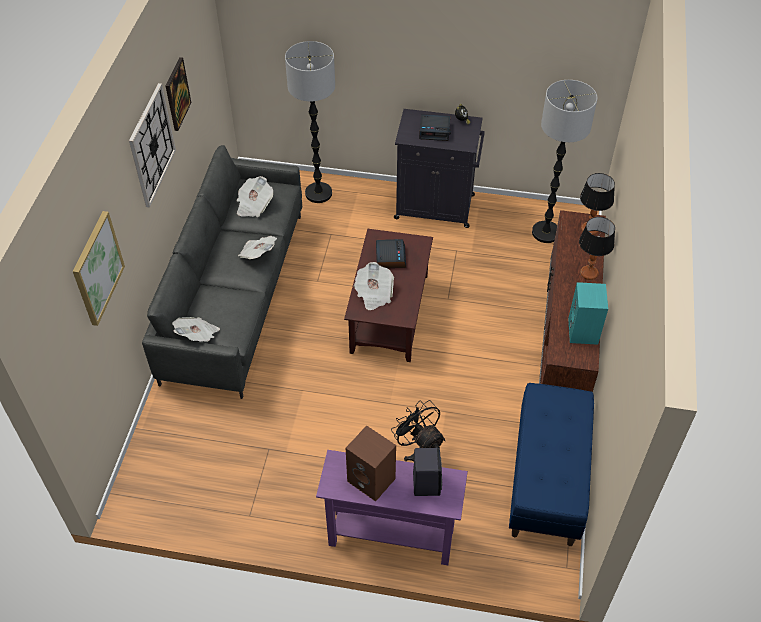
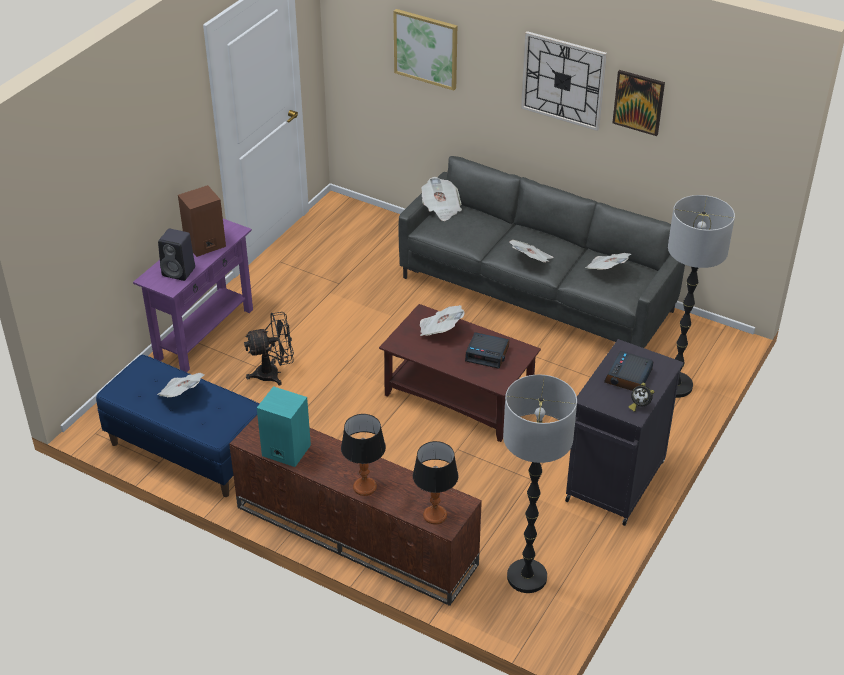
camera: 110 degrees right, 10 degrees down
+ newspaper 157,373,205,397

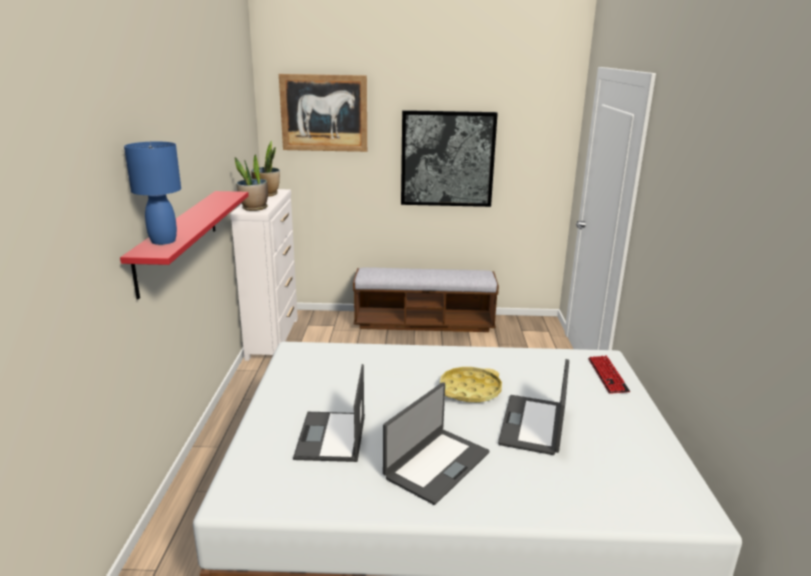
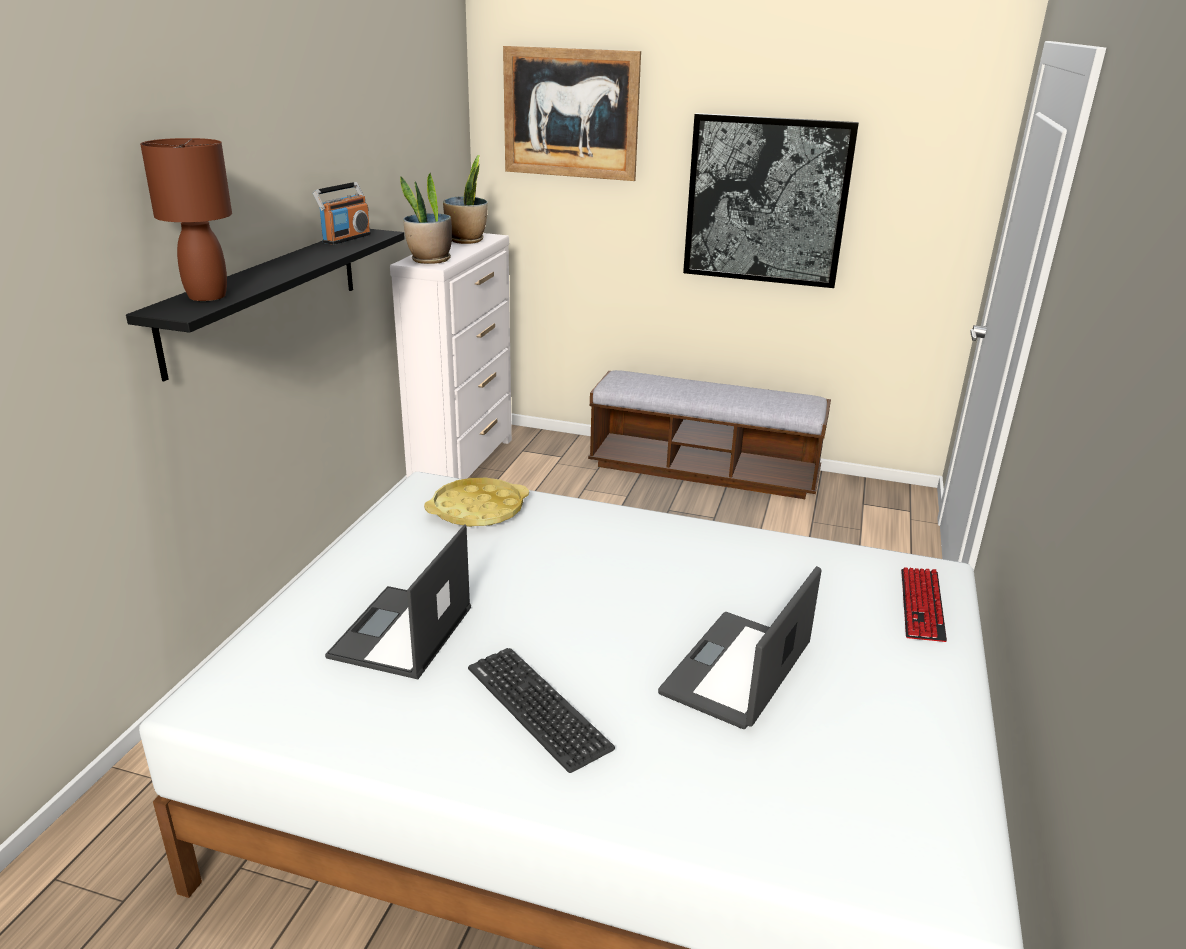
camera: 15 degrees right, 5 degrees up
+ radio 313,182,371,245
~ yellow tray 440,367,502,403 to 424,478,529,527
~ laptop 383,382,489,505 to keyboard 468,648,615,773
~ red shelf 120,191,249,300 to black shelf 126,229,405,381
~ blue table lamp 124,142,181,245 to brown table lamp 140,138,232,301

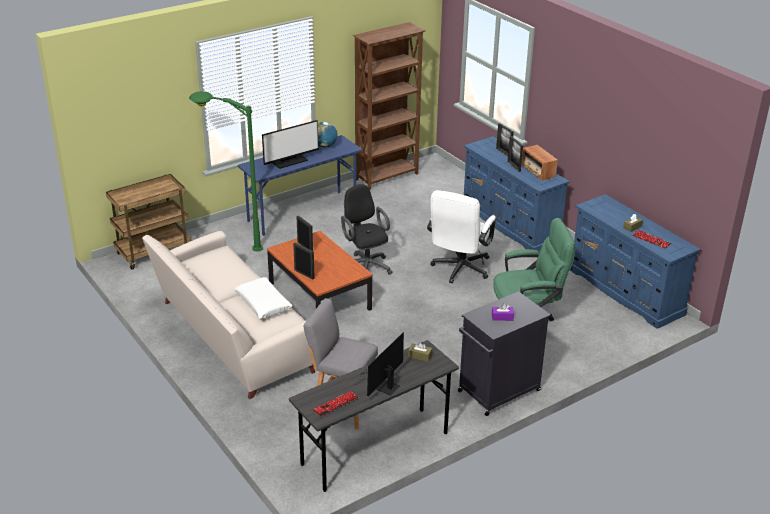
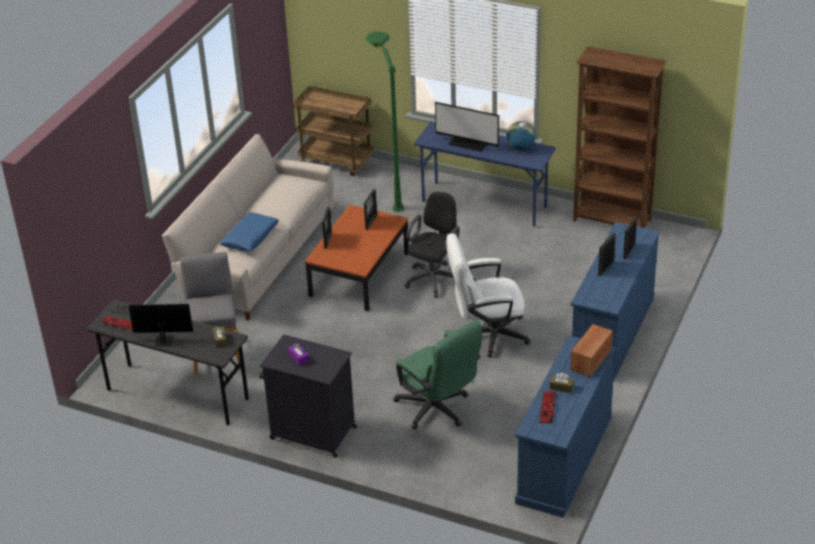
camera: 60 degrees right, 5 degrees up
~ radio 522,145,558,181 to 571,324,613,377
~ white pillow 234,277,293,319 to blue pillow 220,213,279,252

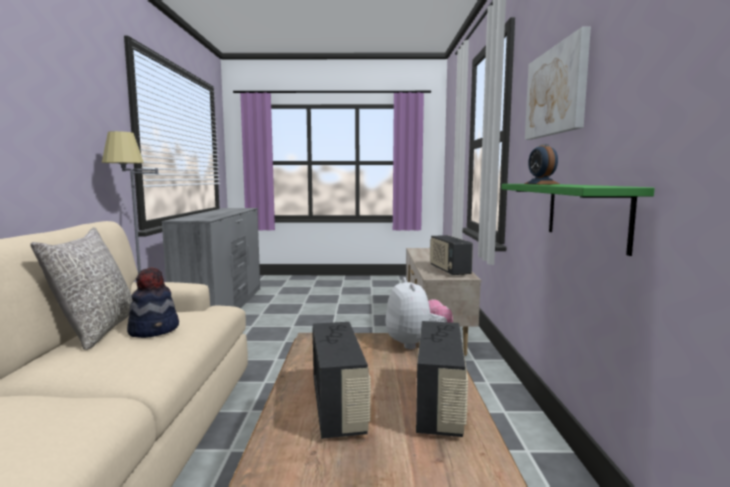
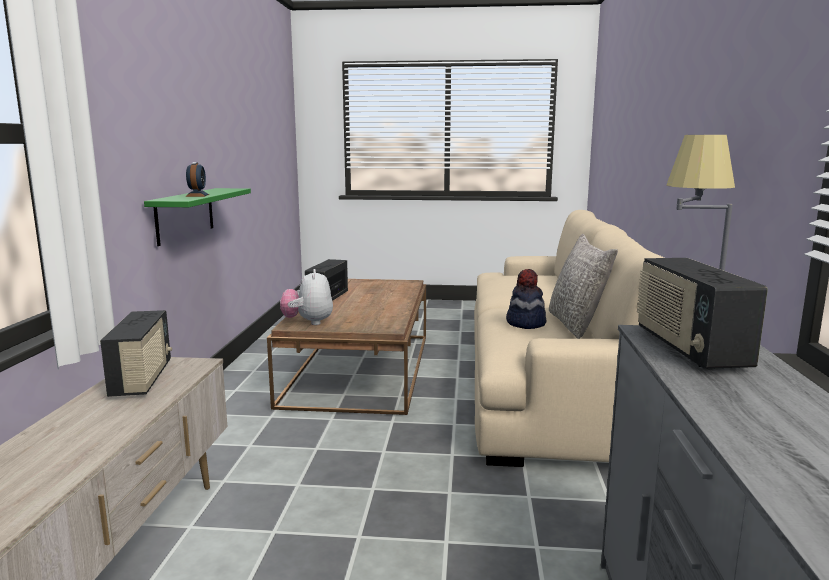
camera: 175 degrees left, 5 degrees up
- picture 525,27,591,140
~ radio 313,322,371,439 to 637,258,768,369

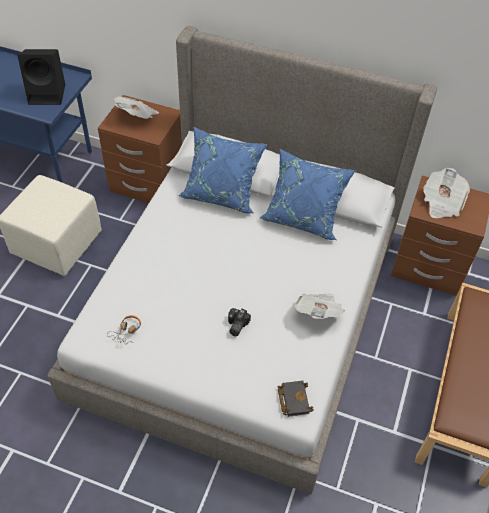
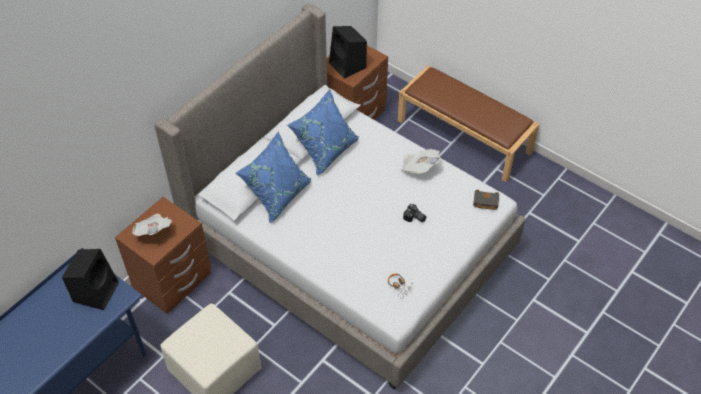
camera: 70 degrees left, 0 degrees up
~ newspaper 423,168,470,218 to black speaker 329,26,367,79

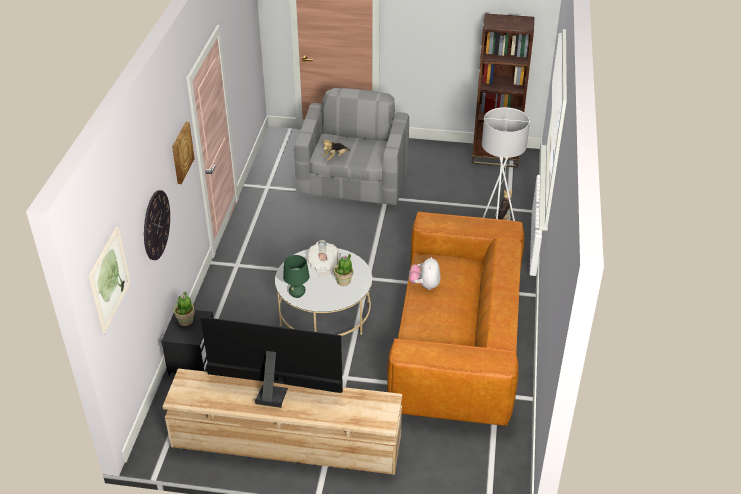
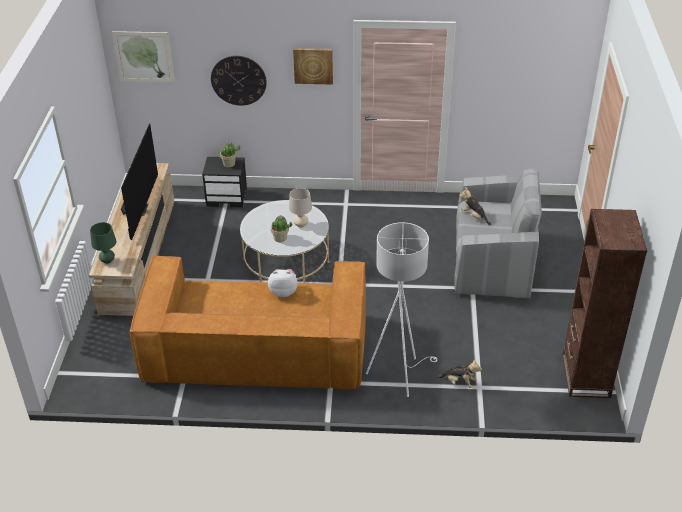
camera: 85 degrees right, 0 degrees up
~ green table lamp 283,255,309,298 to 90,222,116,264
~ newspaper 308,240,339,277 to beige table lamp 289,188,312,228

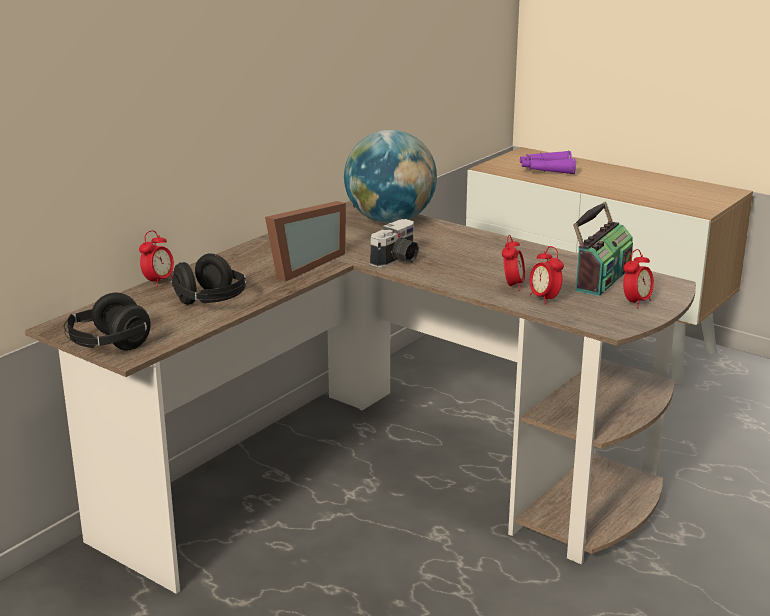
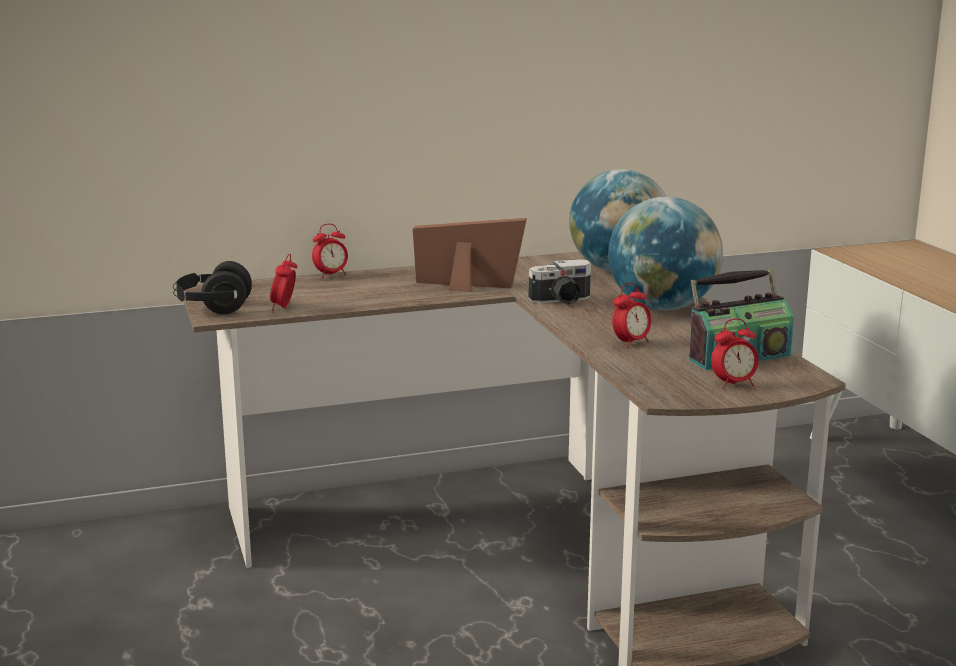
camera: 35 degrees right, 5 degrees down
- black headphones 170,253,246,305
- purple binoculars 520,151,576,174
+ globe 608,196,723,310
~ alarm clock 529,246,564,305 to 270,254,297,311
~ picture frame 265,201,346,282 = 413,218,527,292 150 degrees counterclockwise

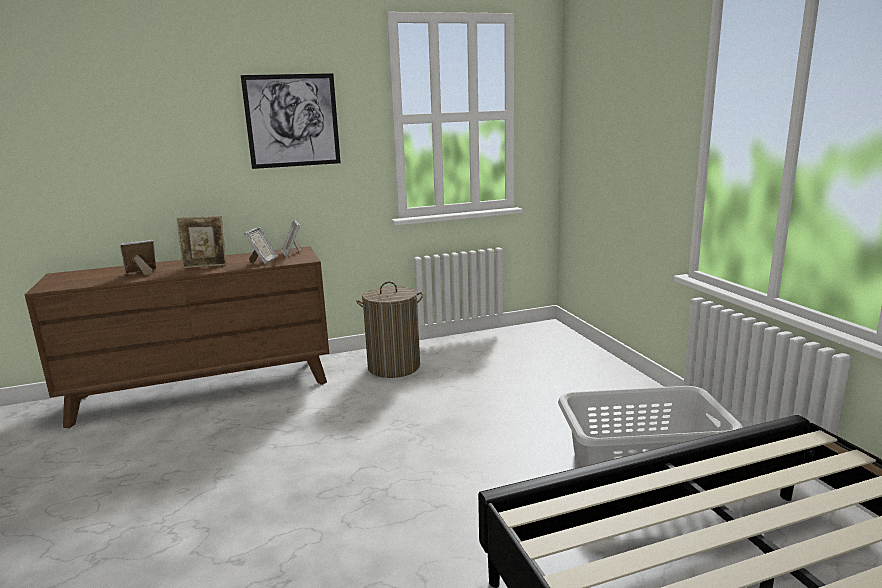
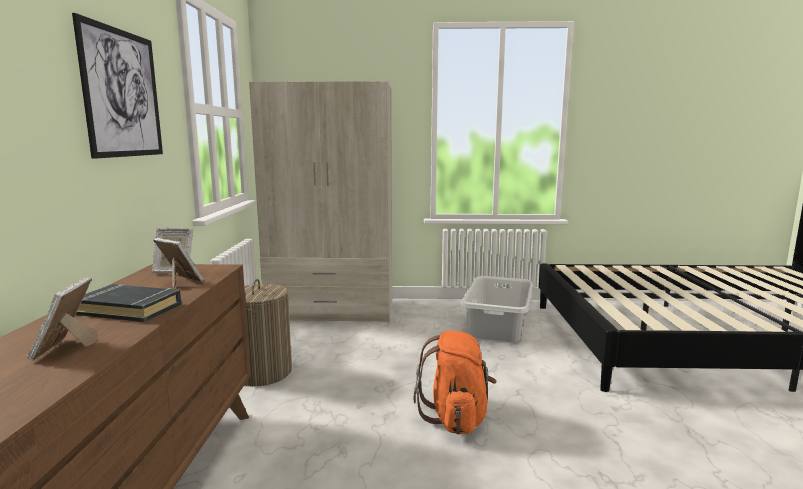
camera: 70 degrees left, 5 degrees down
+ beige wardrobe 249,81,392,322
+ orange backpack 414,331,497,435
~ picture frame 176,216,227,268 to black book 76,284,181,322

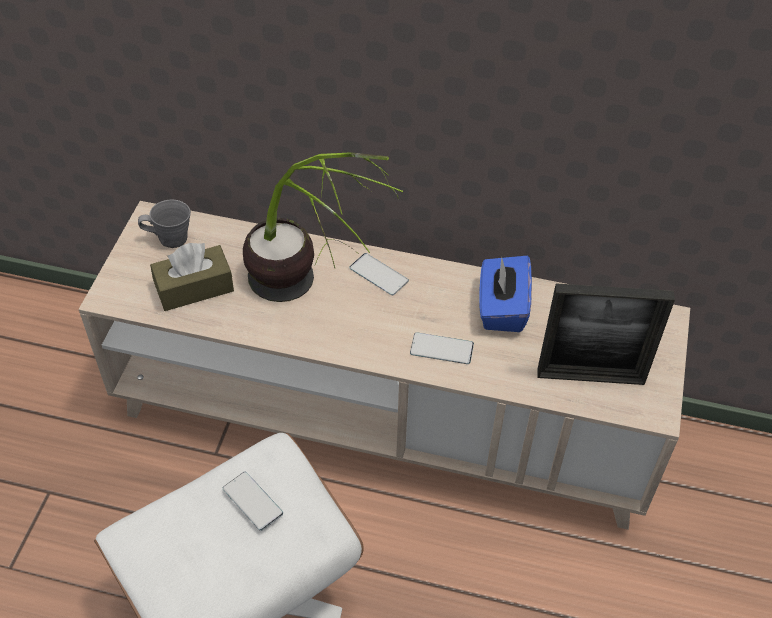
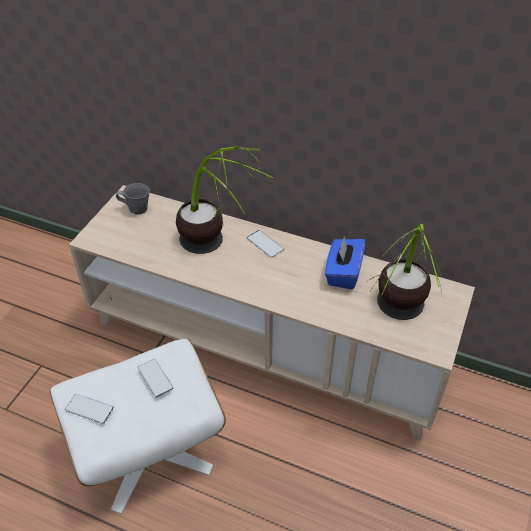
camera: 10 degrees right, 5 degrees down
- brown tissue box 150,242,234,311
~ phone 410,332,474,364 to 65,394,114,424
~ picture frame 537,283,675,385 to potted plant 368,224,442,320

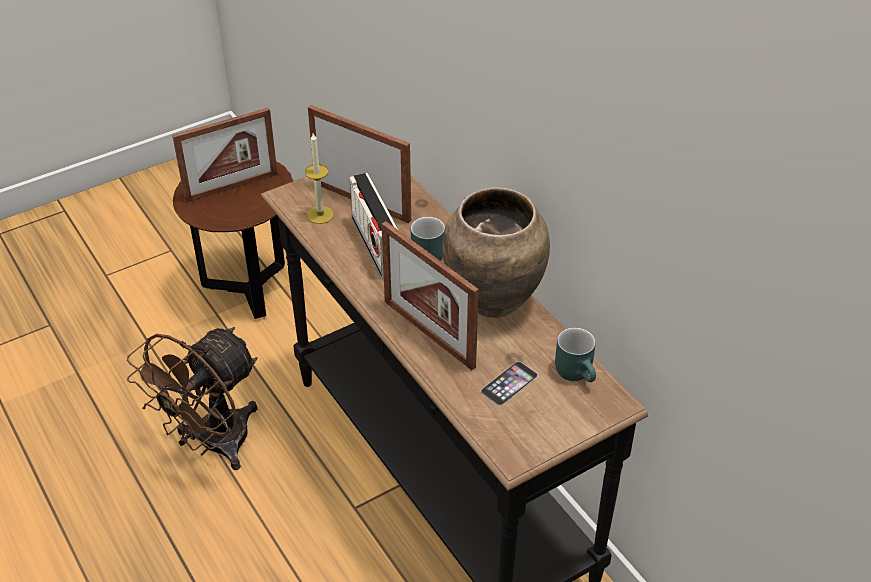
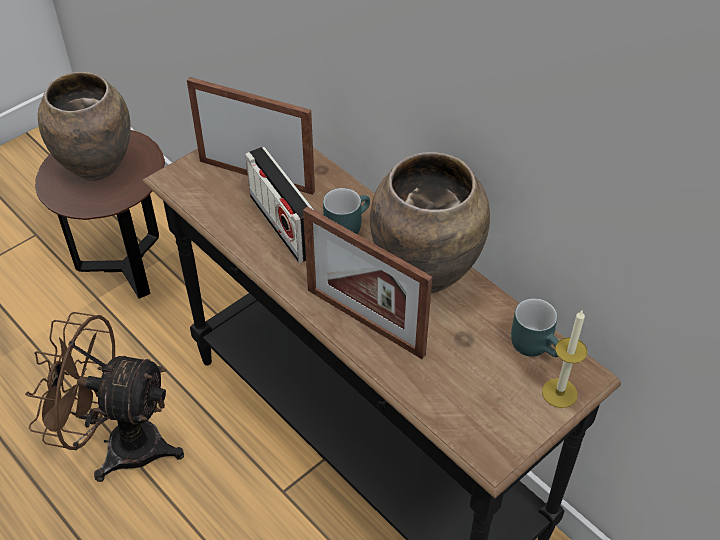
camera: 10 degrees left, 5 degrees up
- phone 481,361,538,406
~ candle 305,133,334,224 to 542,310,587,408
~ picture frame 172,108,278,203 to brown vase 38,72,130,181
~ brown fan 127,327,258,470 = 25,312,184,482 75 degrees clockwise

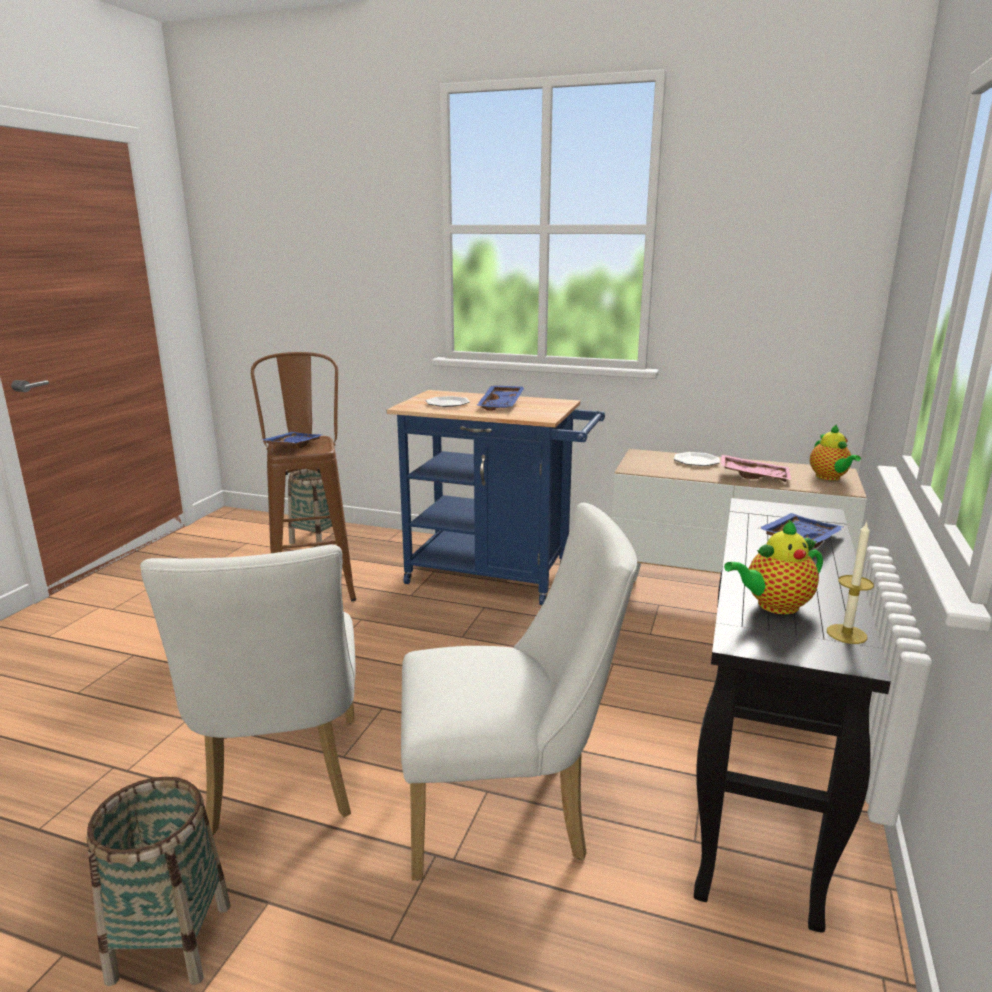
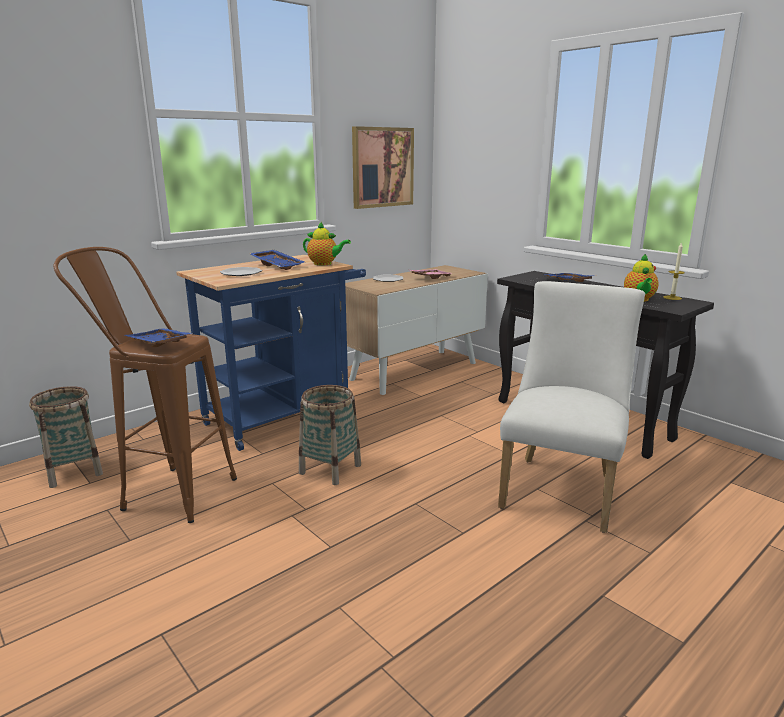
camera: 60 degrees left, 0 degrees up
- white chair 140,545,355,835
+ picture 352,126,414,209
~ basket 87,776,231,986 to 299,385,361,485
~ teapot 810,425,861,480 to 303,222,351,265

